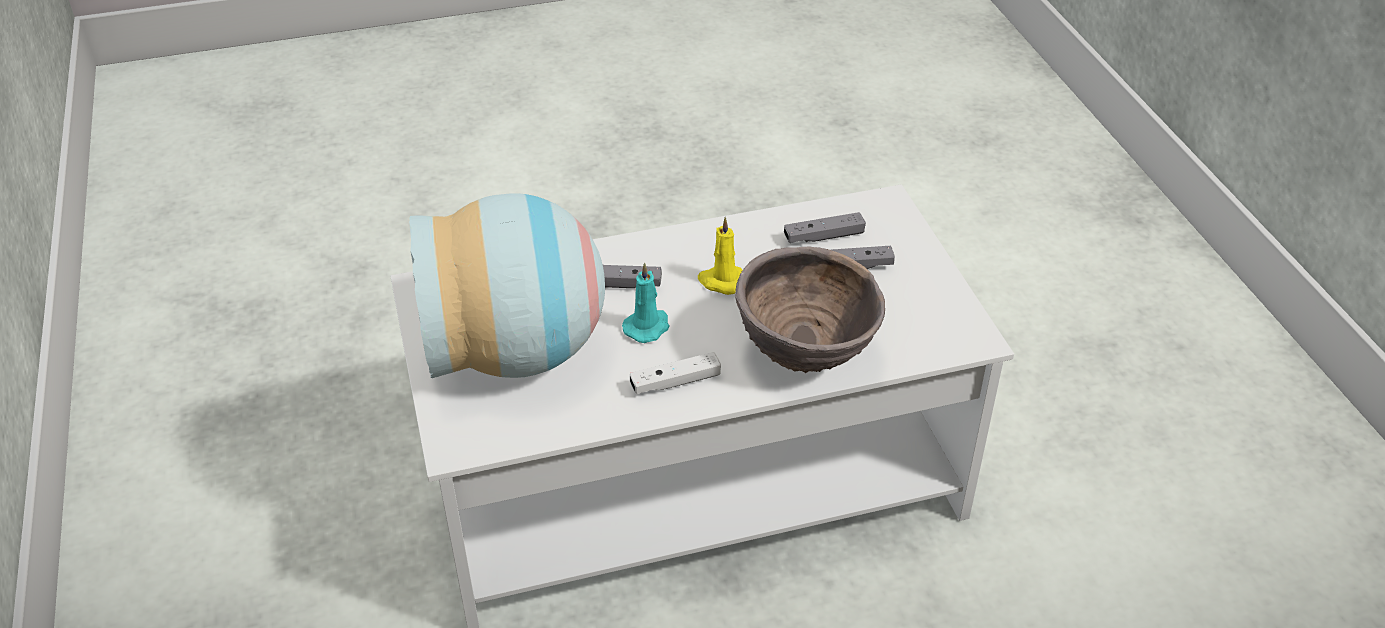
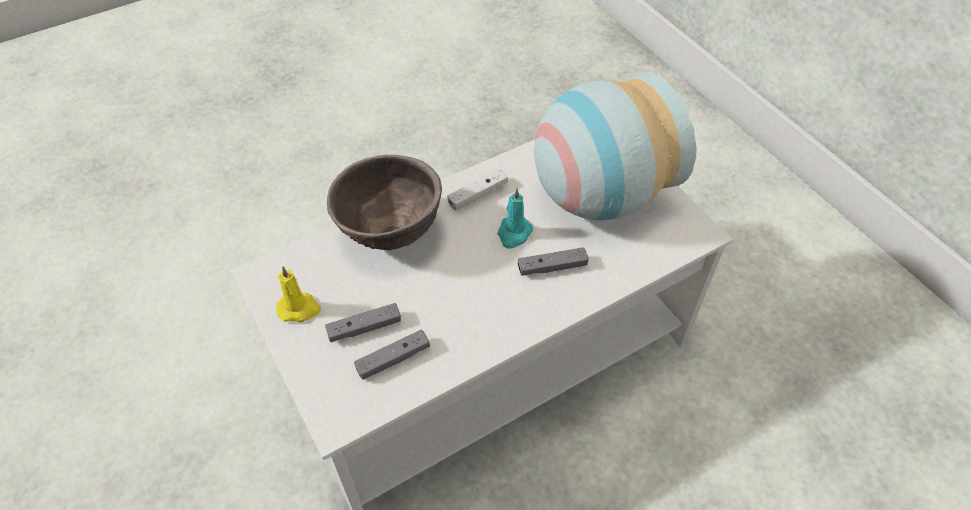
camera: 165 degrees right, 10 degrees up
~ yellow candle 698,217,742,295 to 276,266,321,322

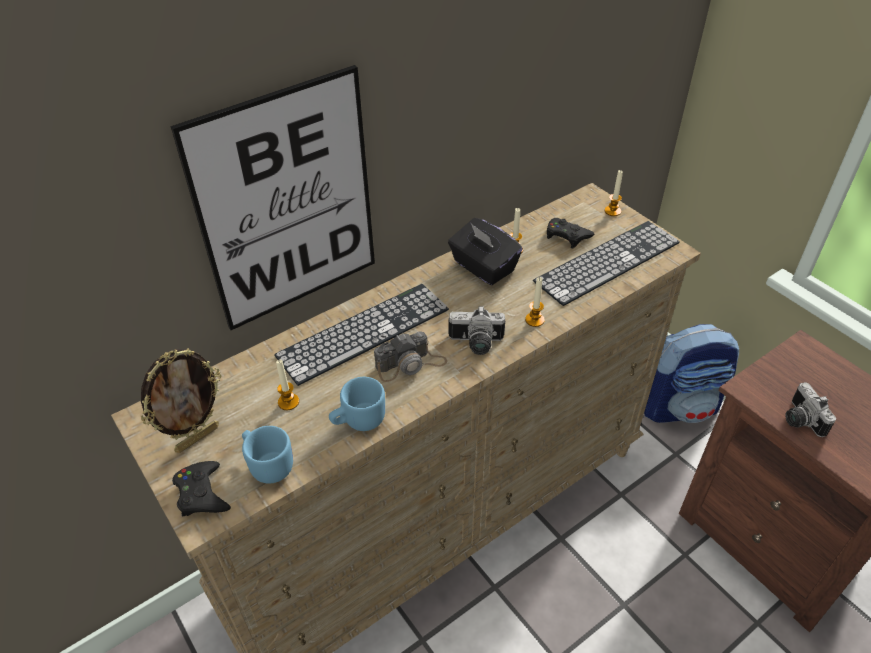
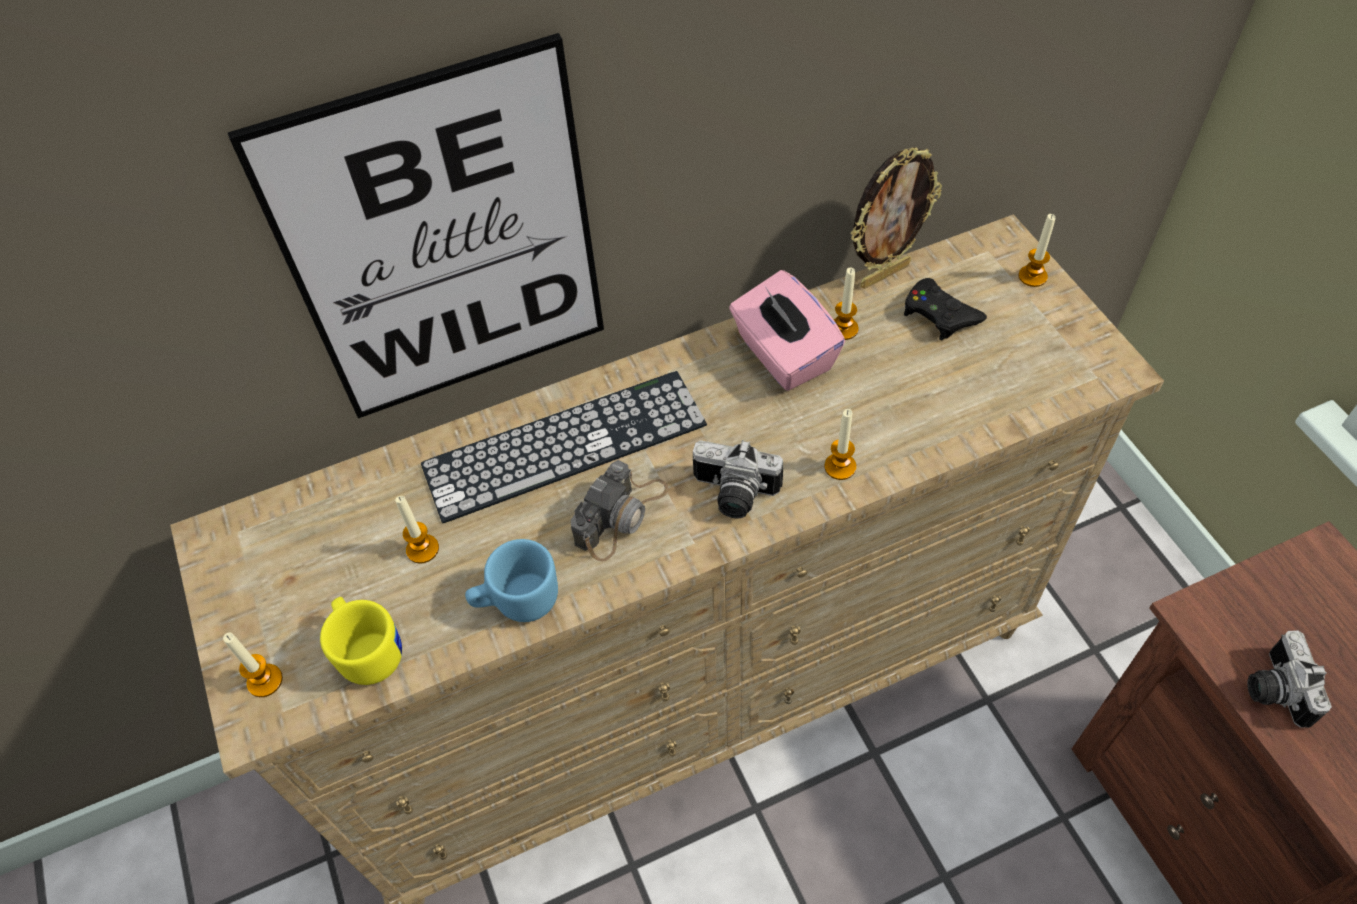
camera: 15 degrees right, 10 degrees up
- keyboard 533,221,680,306
- backpack 644,324,739,423
~ picture frame 141,348,221,453 to 850,147,942,289
~ black game controller 172,461,231,516 to candle 223,633,283,697
~ blue mug 242,426,293,484 to yellow mug 320,597,402,685
~ black tissue box 448,218,523,285 to pink tissue box 729,270,845,391
~ photo camera 374,331,447,382 = 571,460,669,562 45 degrees counterclockwise

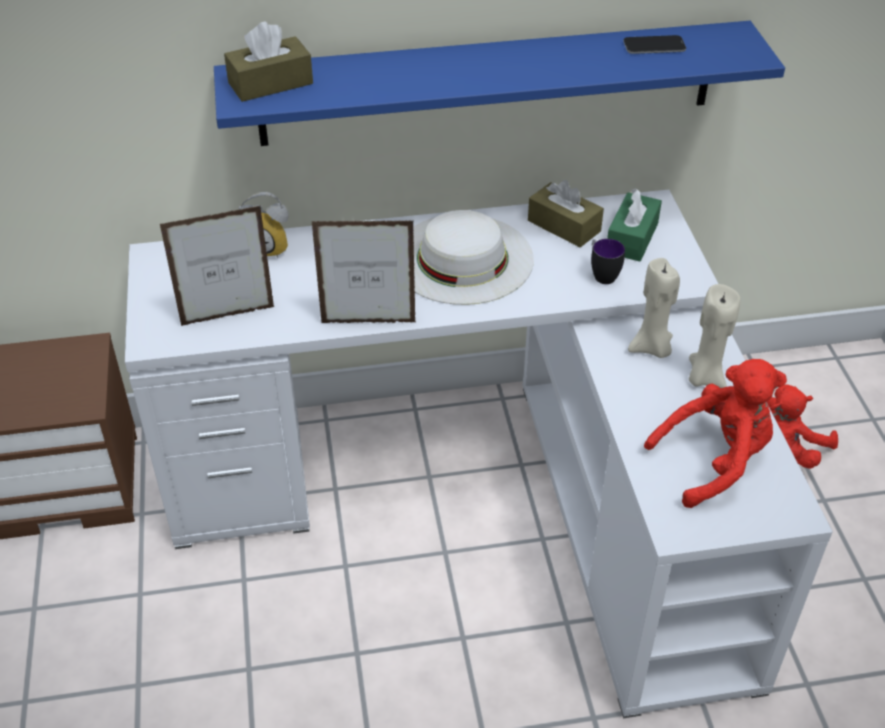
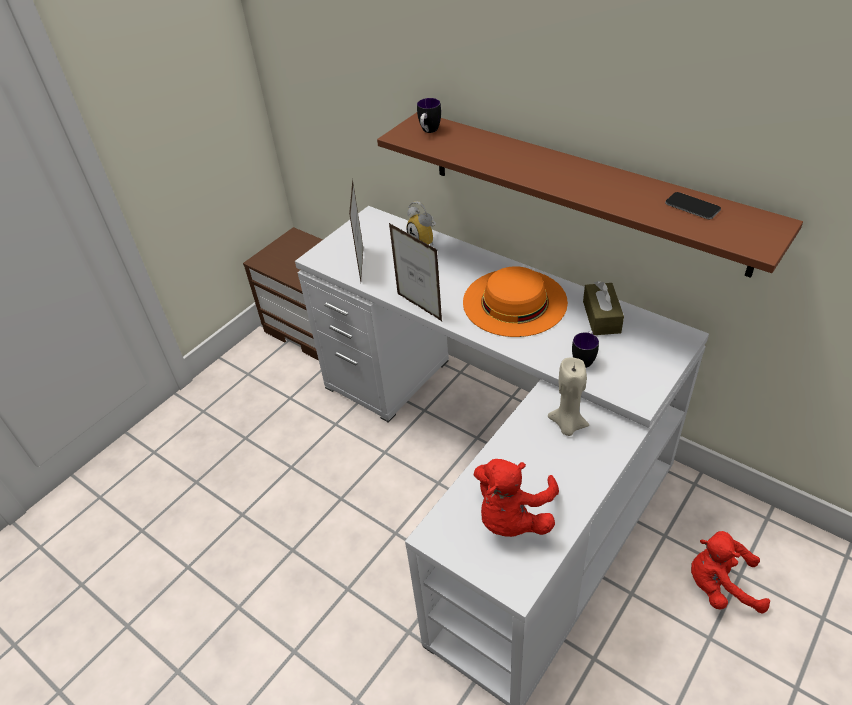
camera: 50 degrees right, 0 degrees up
- green tissue box 607,188,662,261
- beige candle 689,284,740,388
~ brown tissue box 224,21,313,102 to mug 417,98,441,133
~ blue shelf 214,21,785,146 to brown shelf 377,112,803,278
~ white hat 413,210,534,305 to orange hat 463,266,568,337
~ picture frame 160,205,275,326 = 349,179,363,281 120 degrees counterclockwise
~ red plush toy 644,359,787,508 = 474,459,559,537 90 degrees clockwise

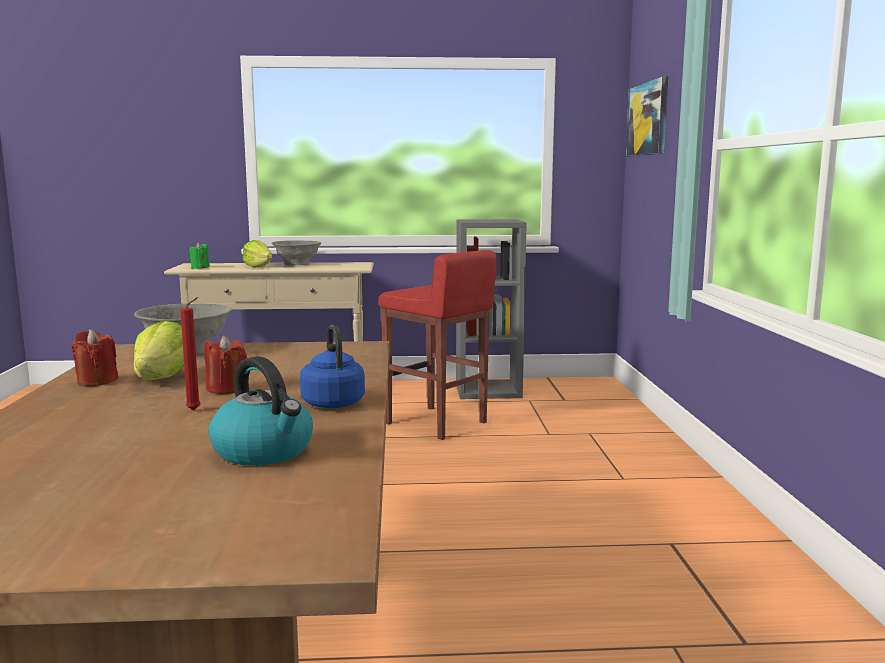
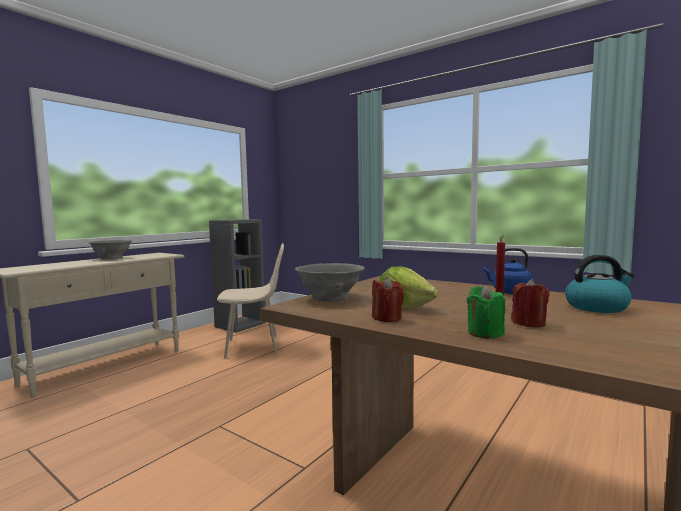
camera: 50 degrees left, 5 degrees down
- lettuce 243,240,272,268
- picture 626,76,668,156
~ green candle 189,243,210,269 to 467,285,505,339
~ red candle 204,335,247,394 to 511,279,549,327
~ red stool 378,250,497,440 to beige chair 217,243,284,358

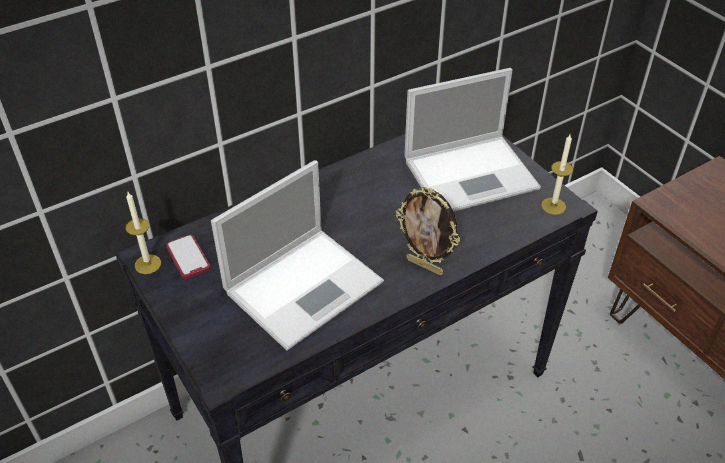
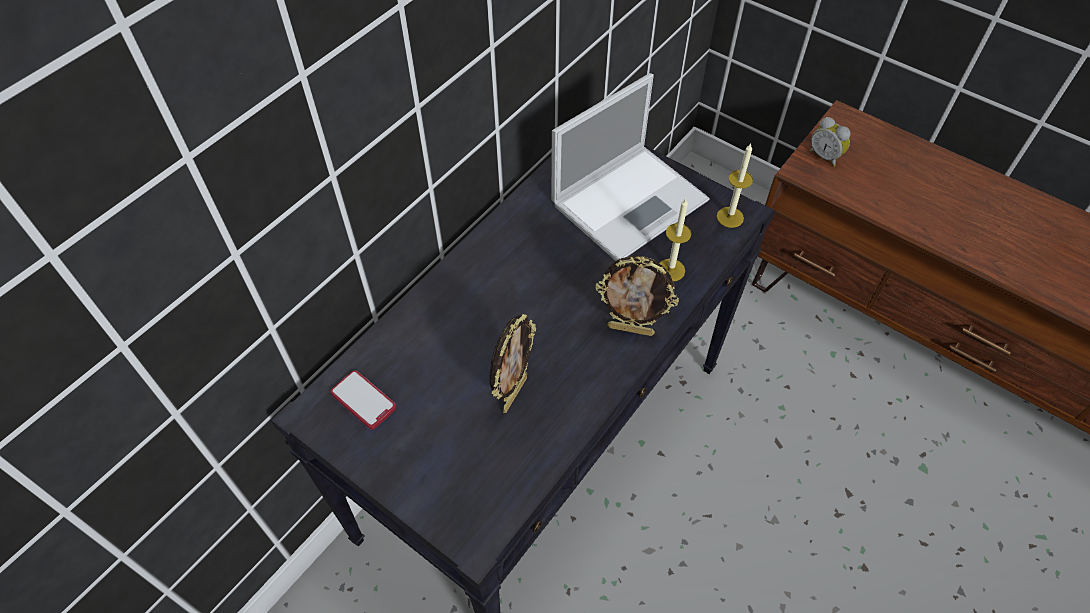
camera: 20 degrees left, 10 degrees up
+ alarm clock 810,117,850,167
~ candle 126,192,161,274 to 659,199,691,281
~ laptop 211,160,384,351 to picture frame 490,314,536,413

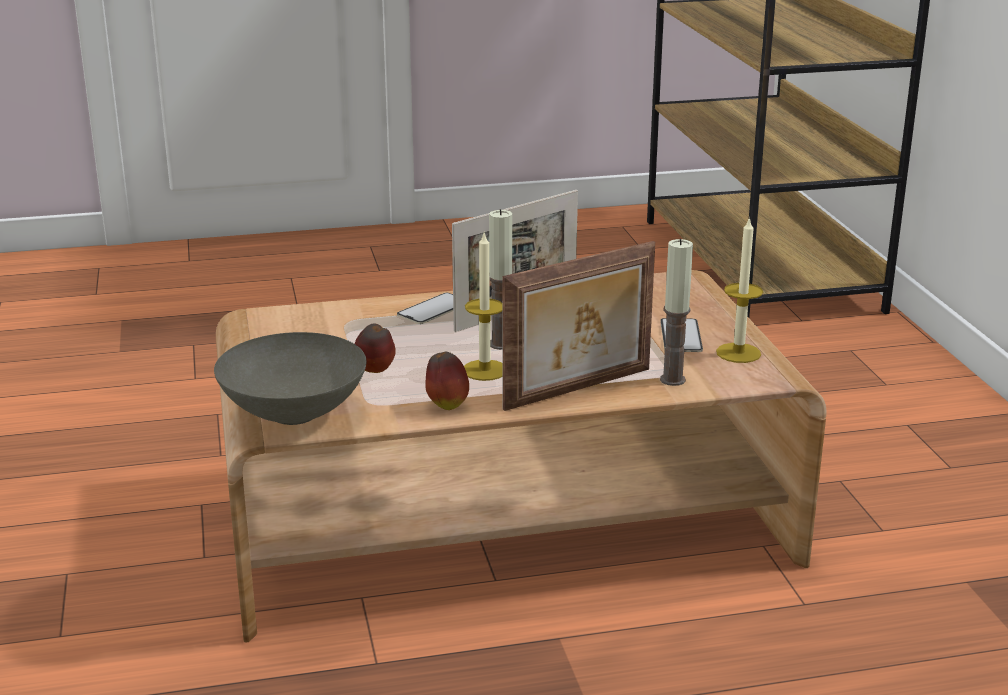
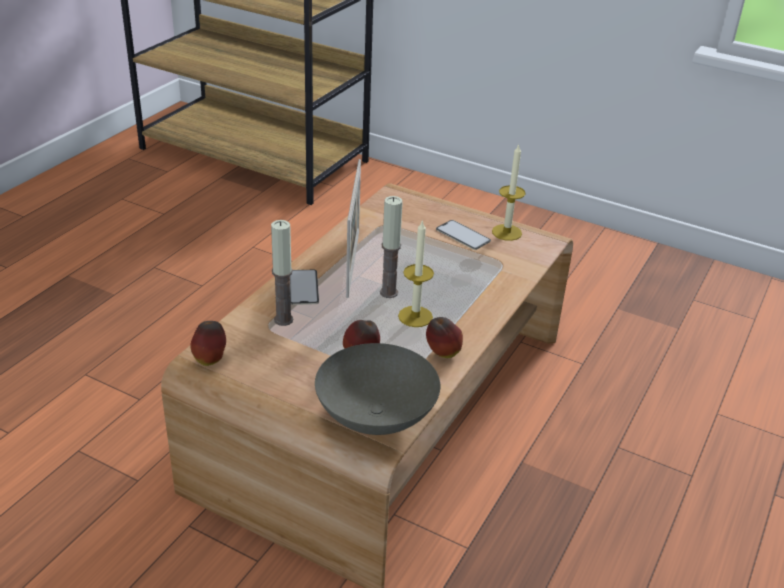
camera: 50 degrees left, 10 degrees up
- picture frame 503,241,655,411
+ apple 190,321,226,366
~ candle 660,239,693,386 to 271,220,293,326

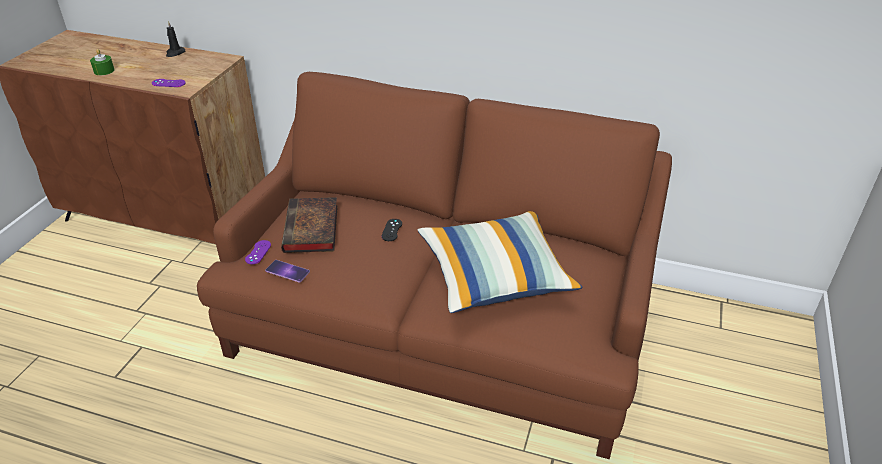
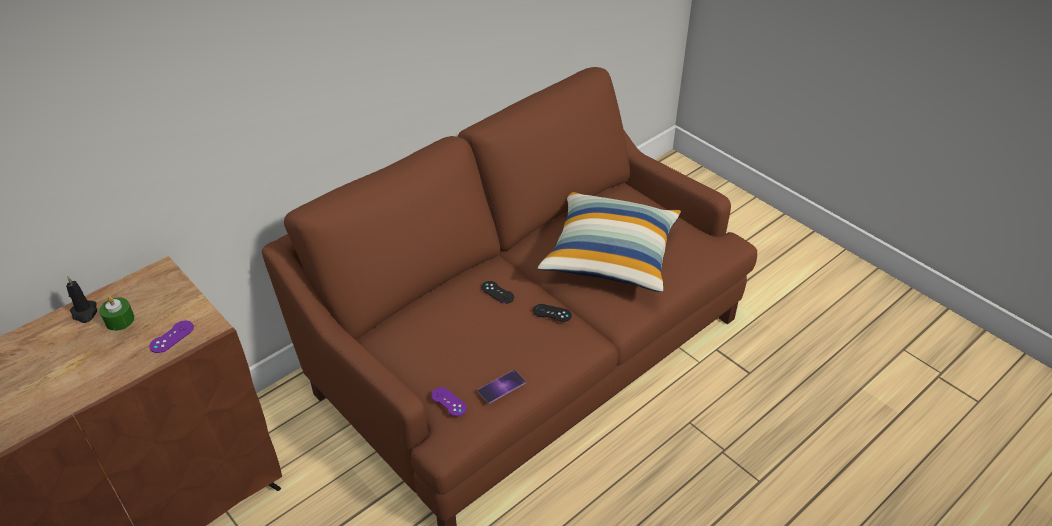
camera: 60 degrees left, 5 degrees up
- book 281,197,338,253
+ black game controller 533,304,572,322
~ green candle 90,49,115,75 to 99,296,135,331

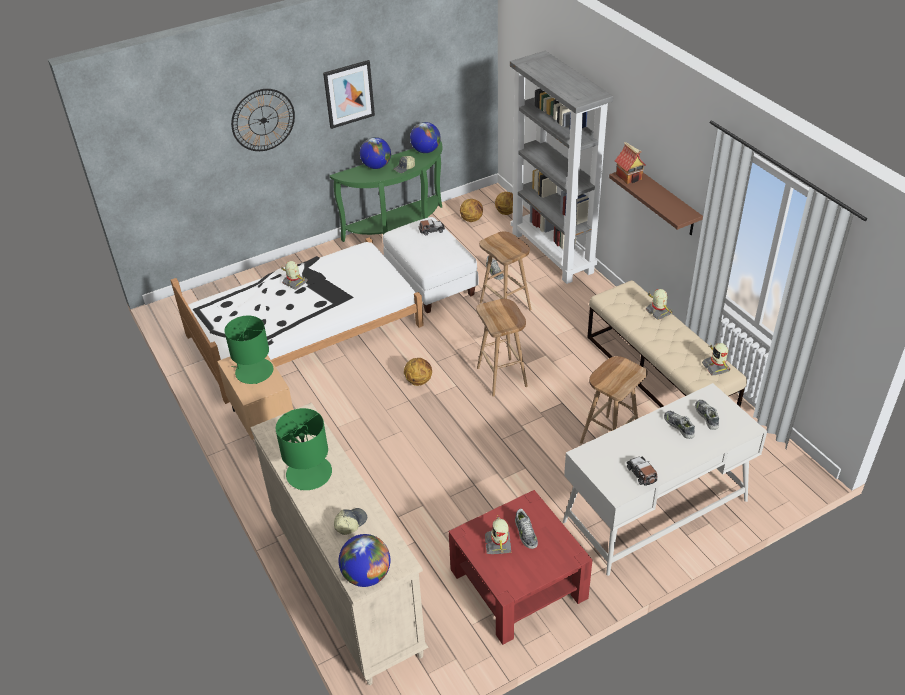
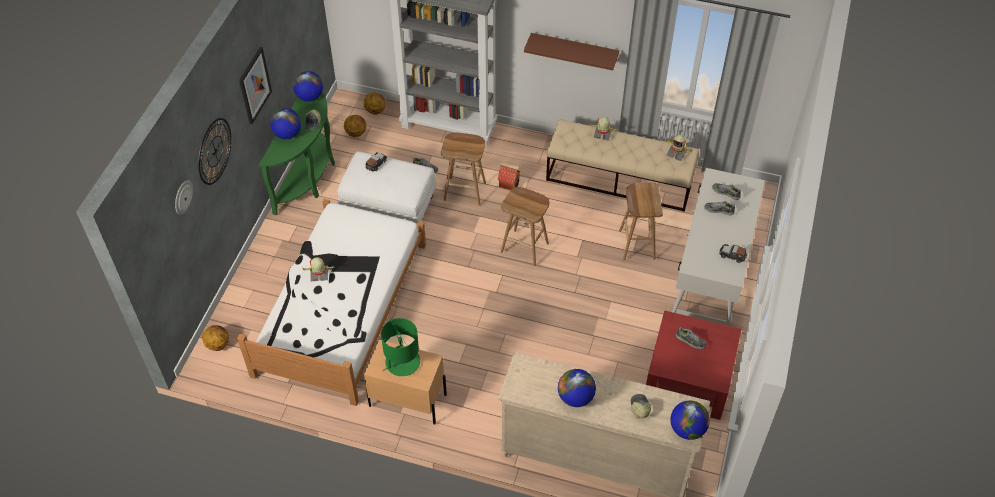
camera: 45 degrees left, 10 degrees up
- toy robot 485,515,512,554
+ wall clock 175,180,193,215
~ basketball 404,358,432,386 to 202,325,229,351
~ toy house 615,142,646,184 to 497,163,520,190
~ green table lamp 276,408,332,490 to globe 558,369,596,407

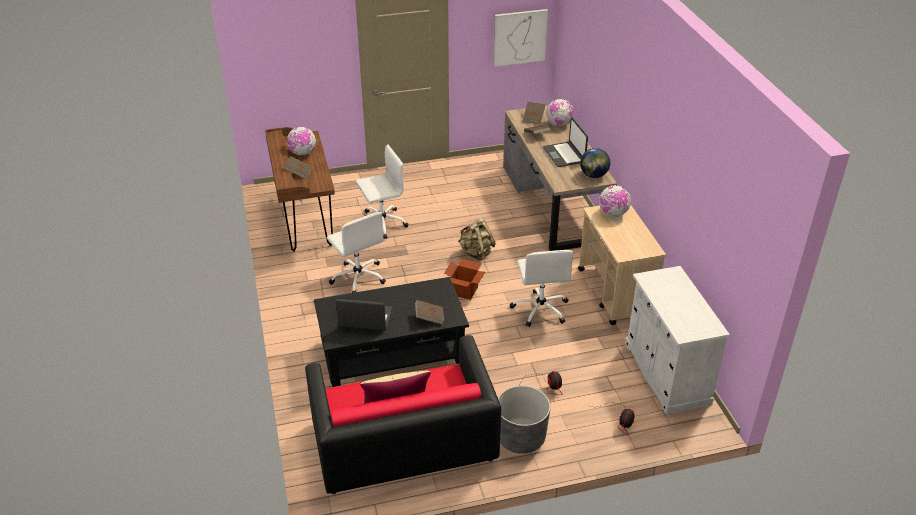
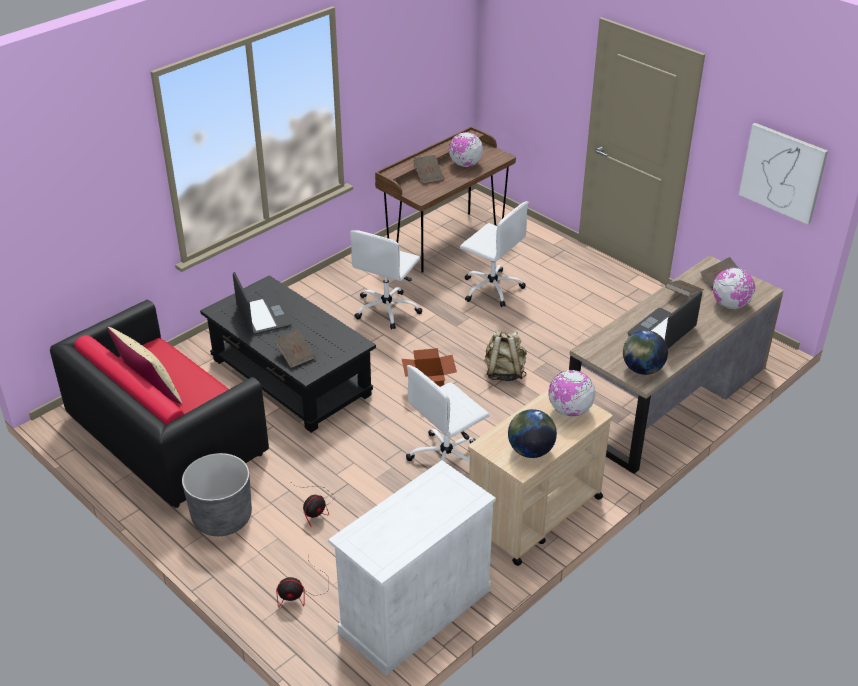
camera: 60 degrees right, 0 degrees up
+ globe 508,409,557,458

